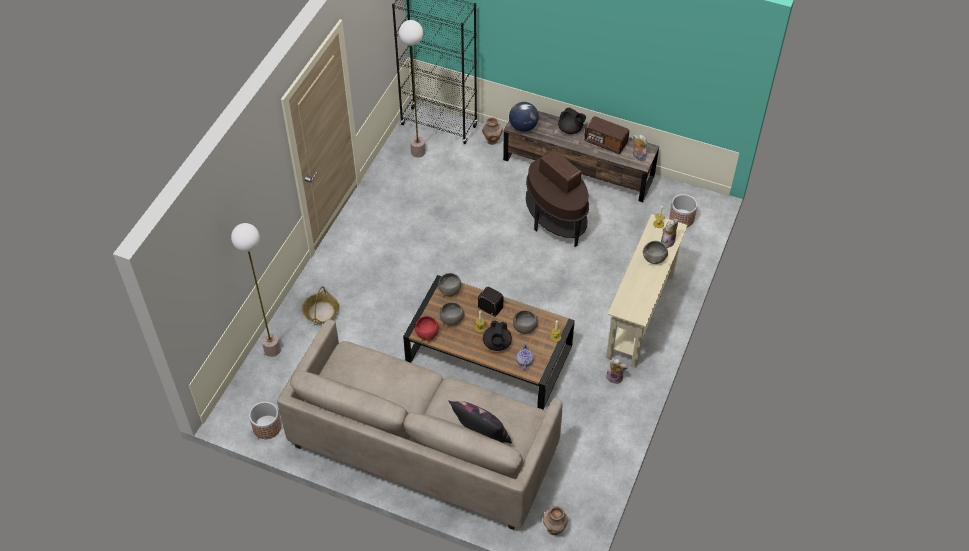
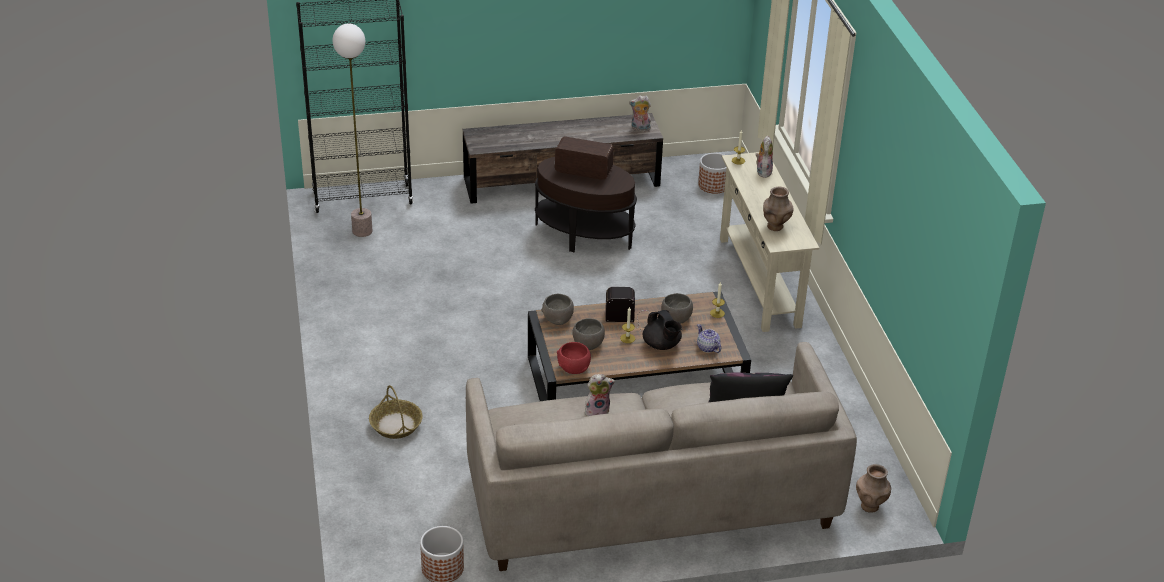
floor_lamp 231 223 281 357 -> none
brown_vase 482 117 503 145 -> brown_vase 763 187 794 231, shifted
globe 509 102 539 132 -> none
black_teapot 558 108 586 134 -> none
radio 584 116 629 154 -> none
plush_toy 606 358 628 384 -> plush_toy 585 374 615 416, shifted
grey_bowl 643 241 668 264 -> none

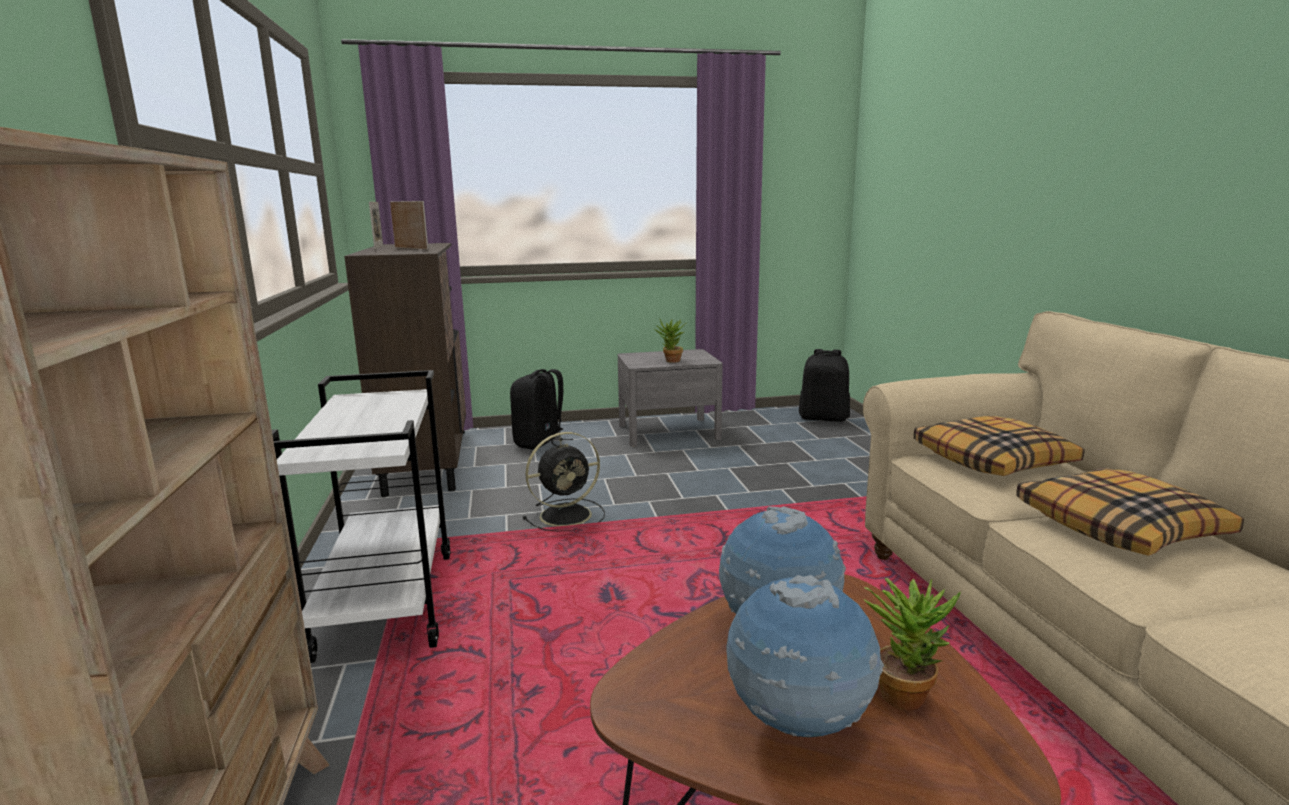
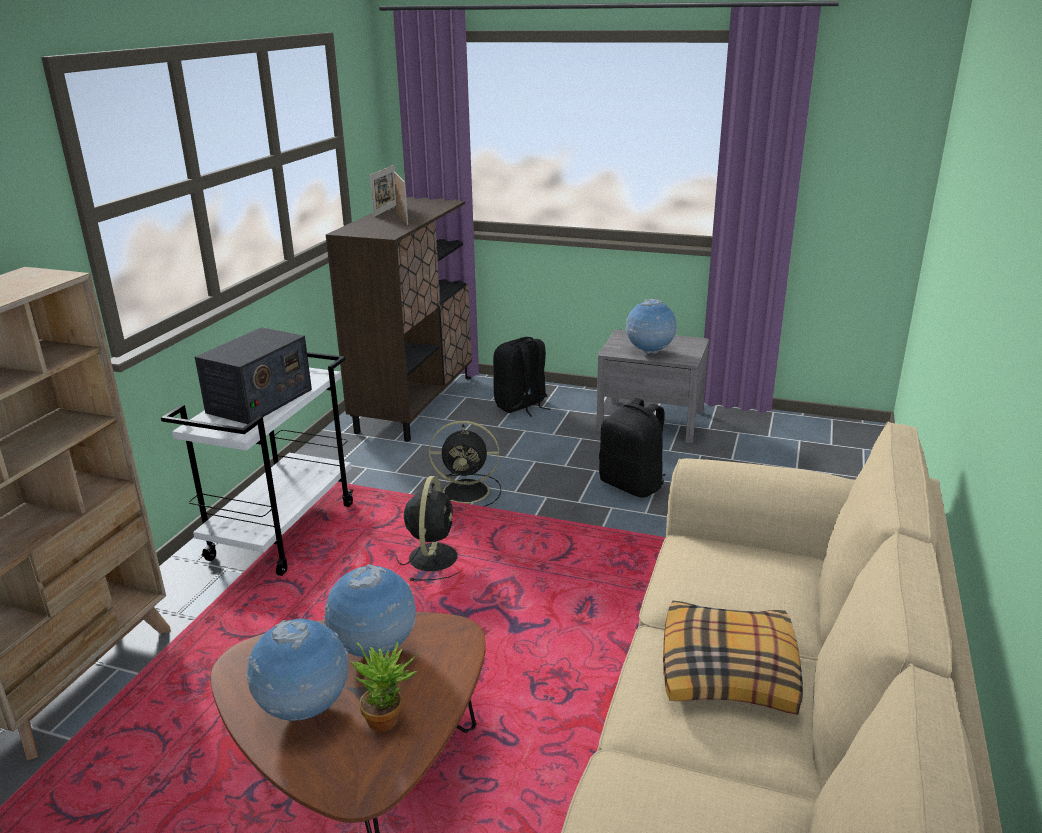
potted_plant 655 319 686 363 -> globe 625 299 678 354
black_backpack 799 349 850 422 -> black_backpack 599 398 666 498, shifted
pillow 914 416 1084 476 -> none
none -> radio 195 327 312 424
none -> black_fan 396 476 462 581

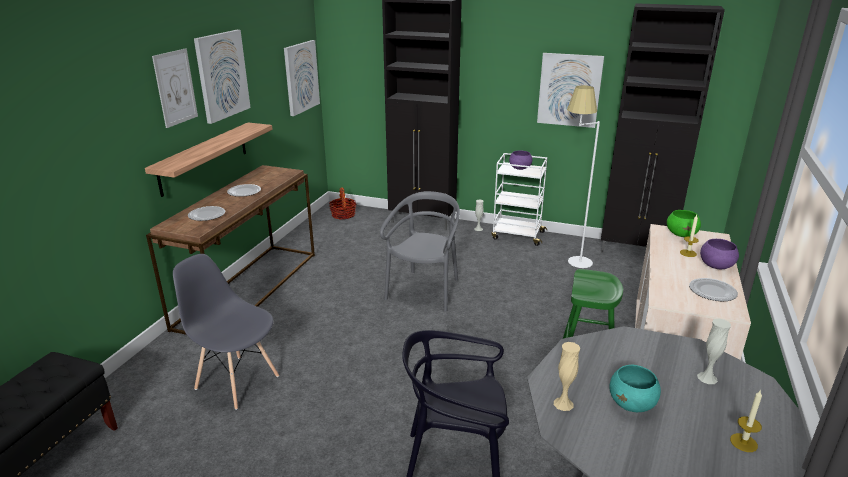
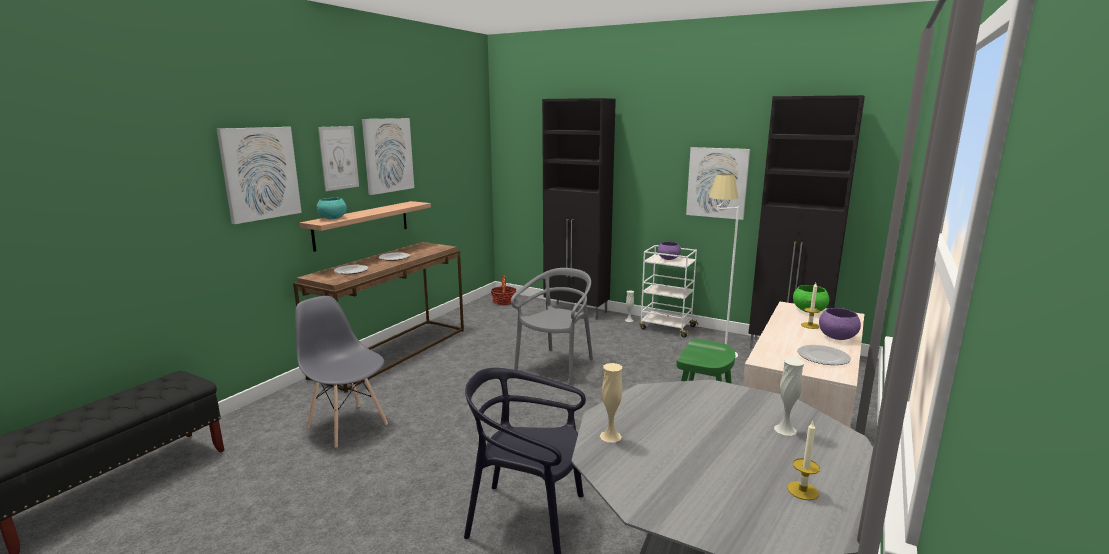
picture 284 40 320 116 -> picture 217 127 302 224, shifted
turquoise_bowl 609 365 661 412 -> turquoise_bowl 316 198 347 219, shifted

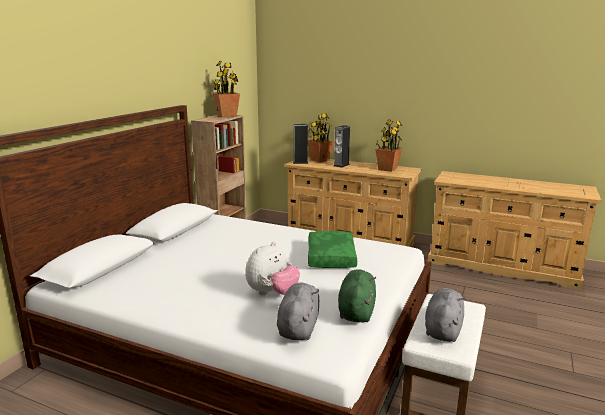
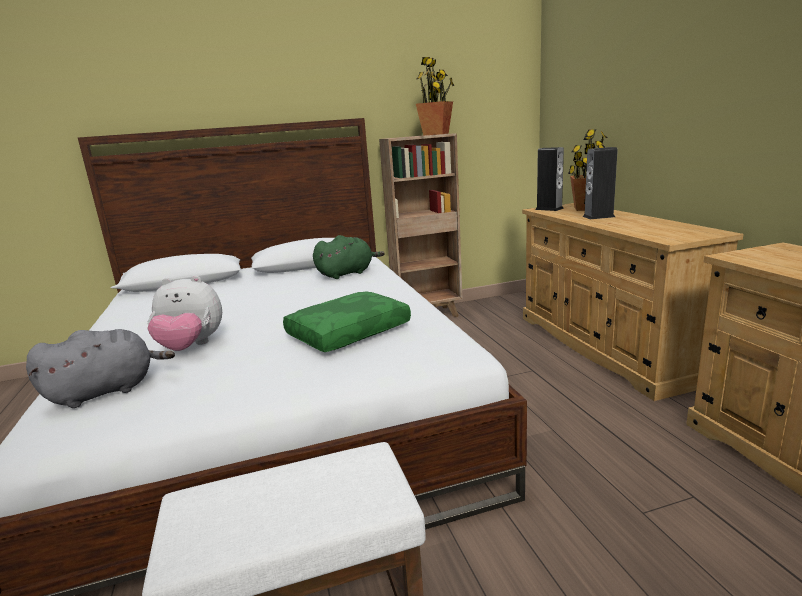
green_plush_toy 338 269 376 322 -> green_plush_toy 313 235 385 279, shifted
potted_plant 375 119 403 172 -> none
grey_plush_toy 425 288 466 342 -> none

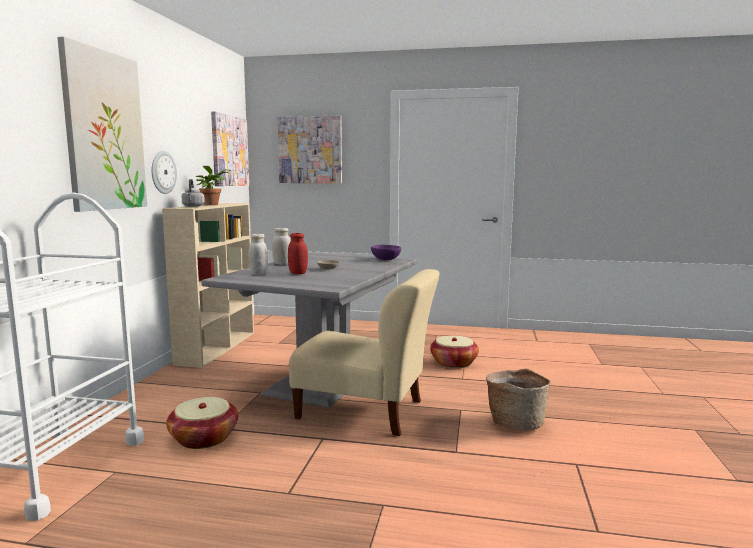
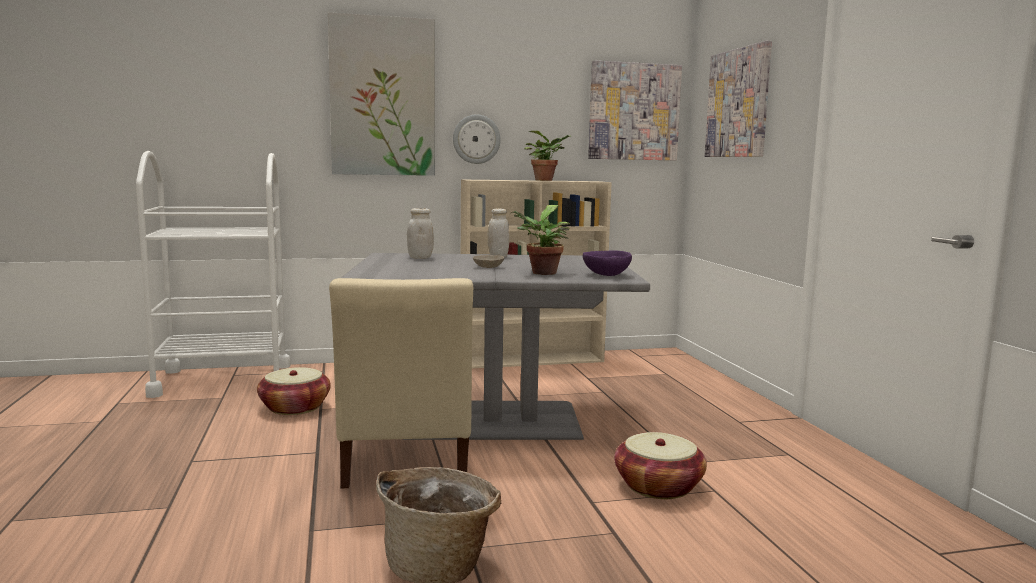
grey_kettle 181 179 205 207 -> none
red_jar 288 233 308 274 -> none
none -> potted_plant 511 205 570 275

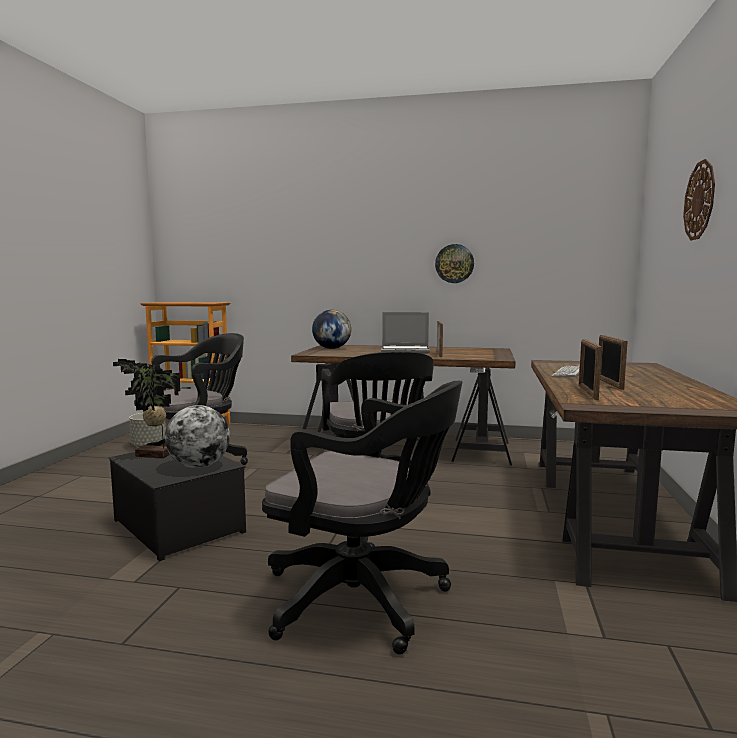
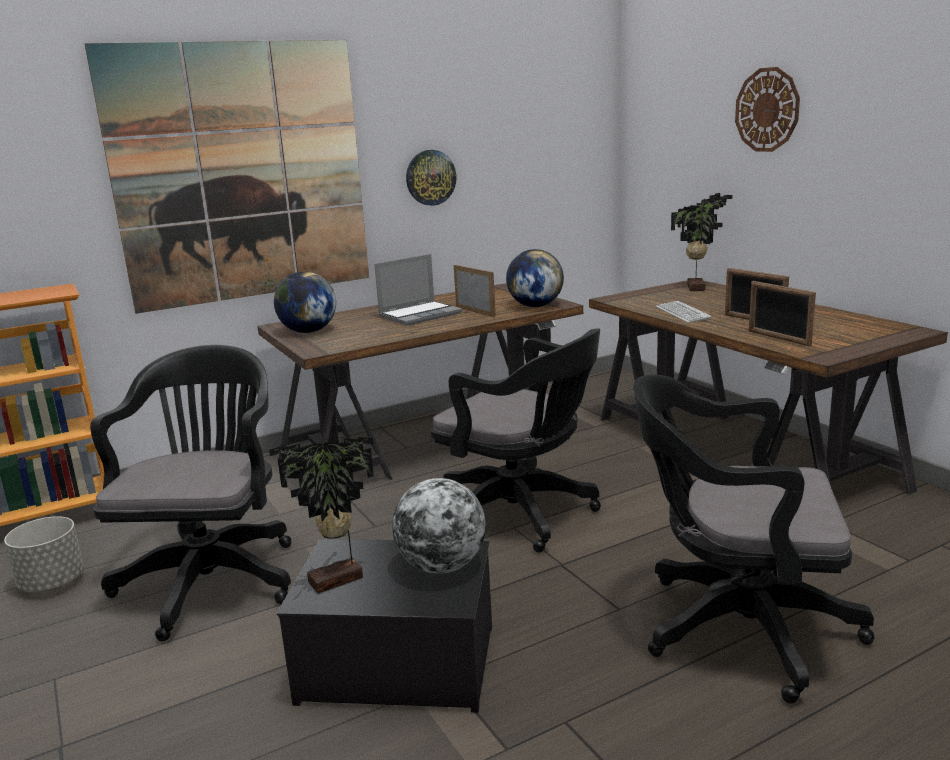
black_office_chair 262 381 462 655 -> black_office_chair 633 374 875 704, 150 degrees counterclockwise
none -> picture 85 40 369 314
none -> globe 506 249 564 307
none -> potted_plant 671 193 733 291

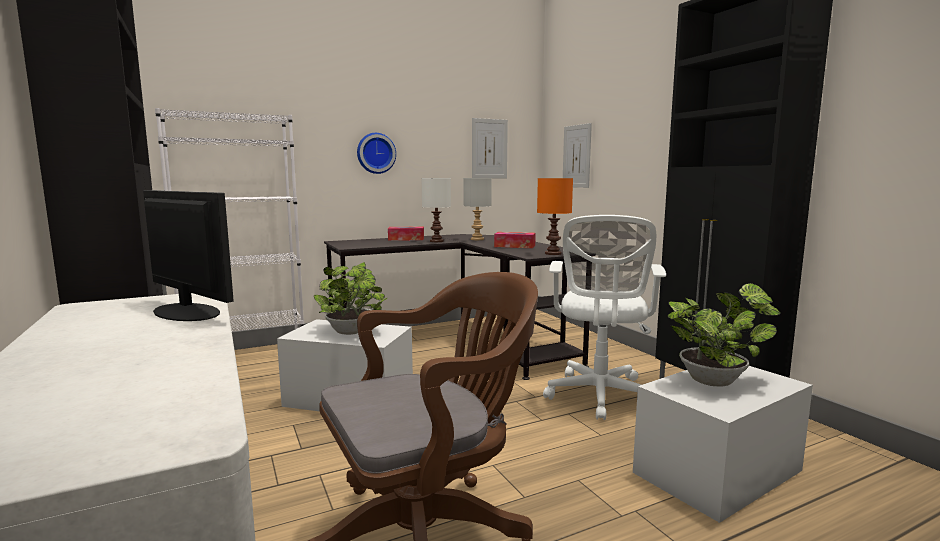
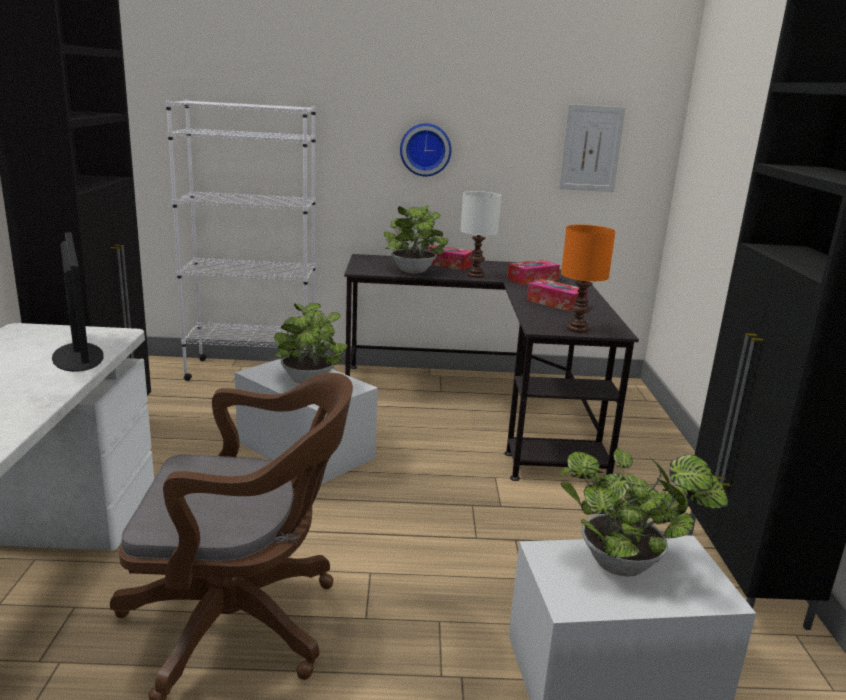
grey_table_lamp 463 178 492 240 -> tissue_box 507 260 560 285
white_office_chair 543 215 666 420 -> none
picture 563 123 592 188 -> none
none -> potted_plant 384 205 449 274

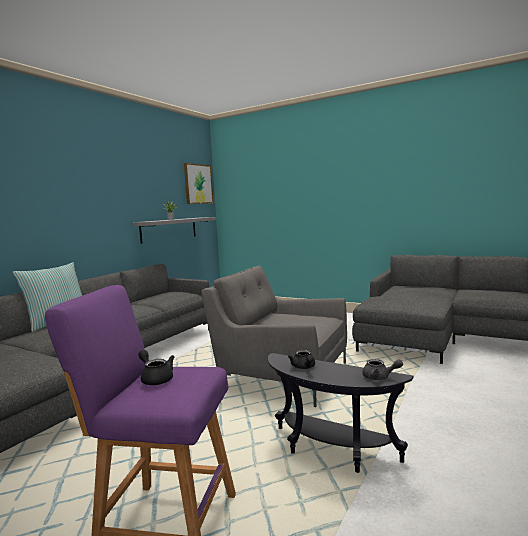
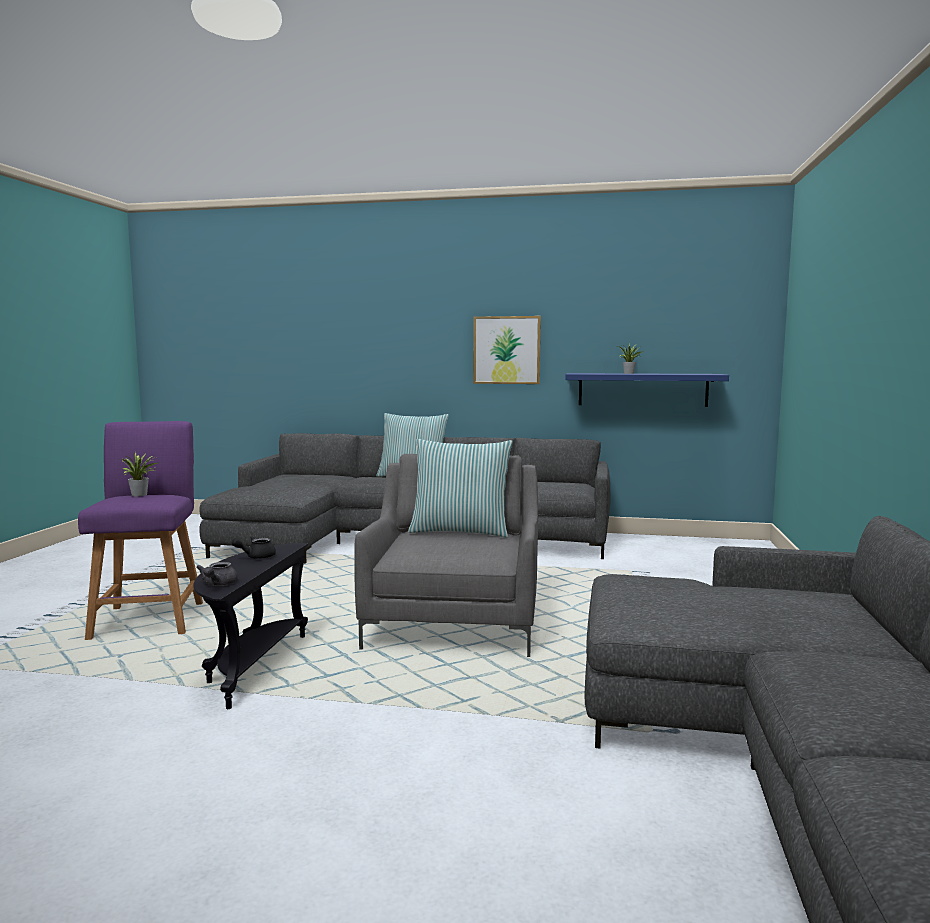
grey_shelf 133 217 216 243 -> blue_shelf 565 373 729 407
black_teapot 139 350 174 385 -> potted_plant 121 452 158 497
picture 184 163 213 204 -> picture 473 316 541 384, shifted
none -> pillow 408 439 513 538

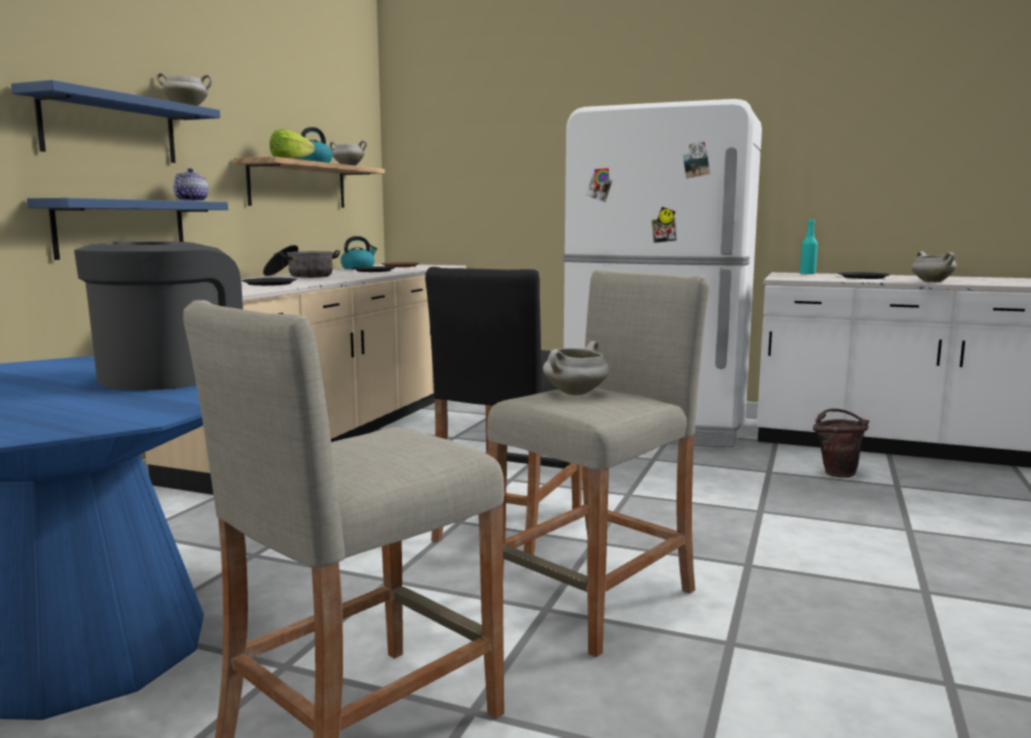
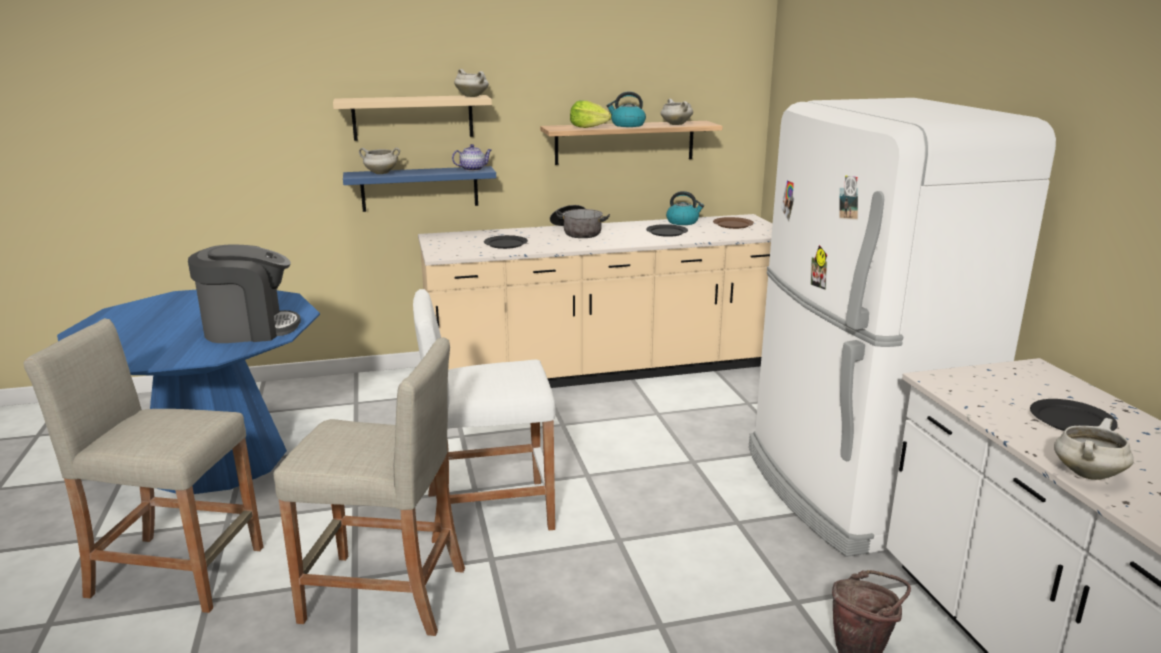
blue_shelf 11 80 220 163 -> beige_shelf 333 95 492 141
black_stool 425 267 582 555 -> white_stool 413 289 556 543
white_cooking_pot 543 341 609 395 -> white_cooking_pot 359 148 400 174, shifted
turquoise_bottle 800 219 818 274 -> none

